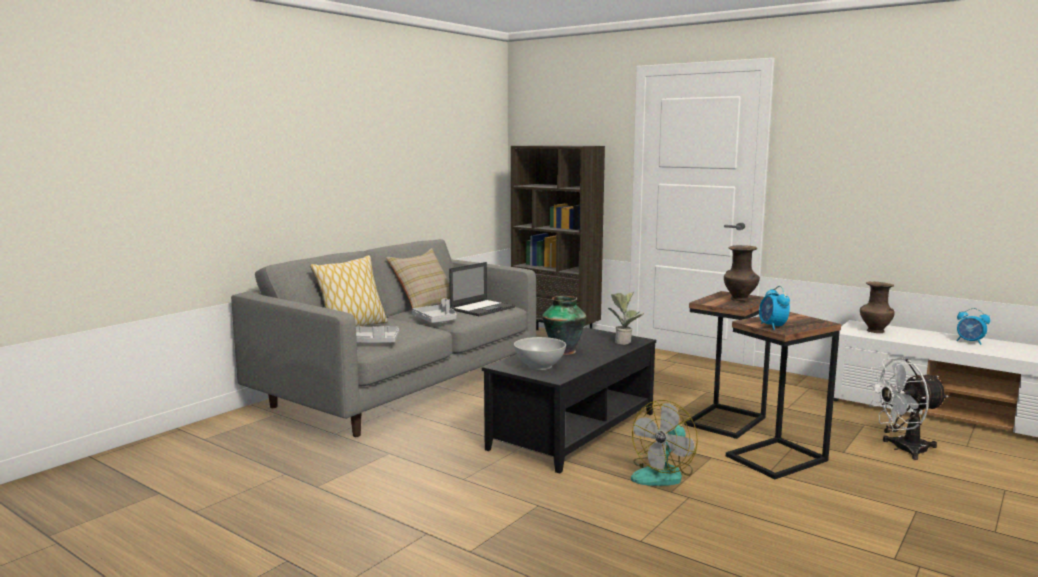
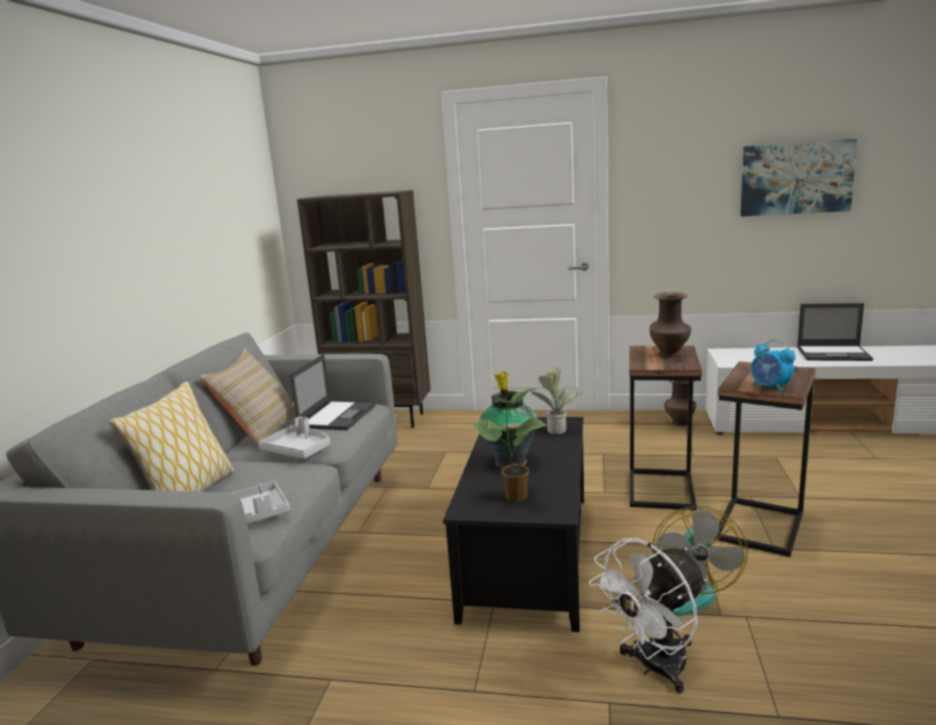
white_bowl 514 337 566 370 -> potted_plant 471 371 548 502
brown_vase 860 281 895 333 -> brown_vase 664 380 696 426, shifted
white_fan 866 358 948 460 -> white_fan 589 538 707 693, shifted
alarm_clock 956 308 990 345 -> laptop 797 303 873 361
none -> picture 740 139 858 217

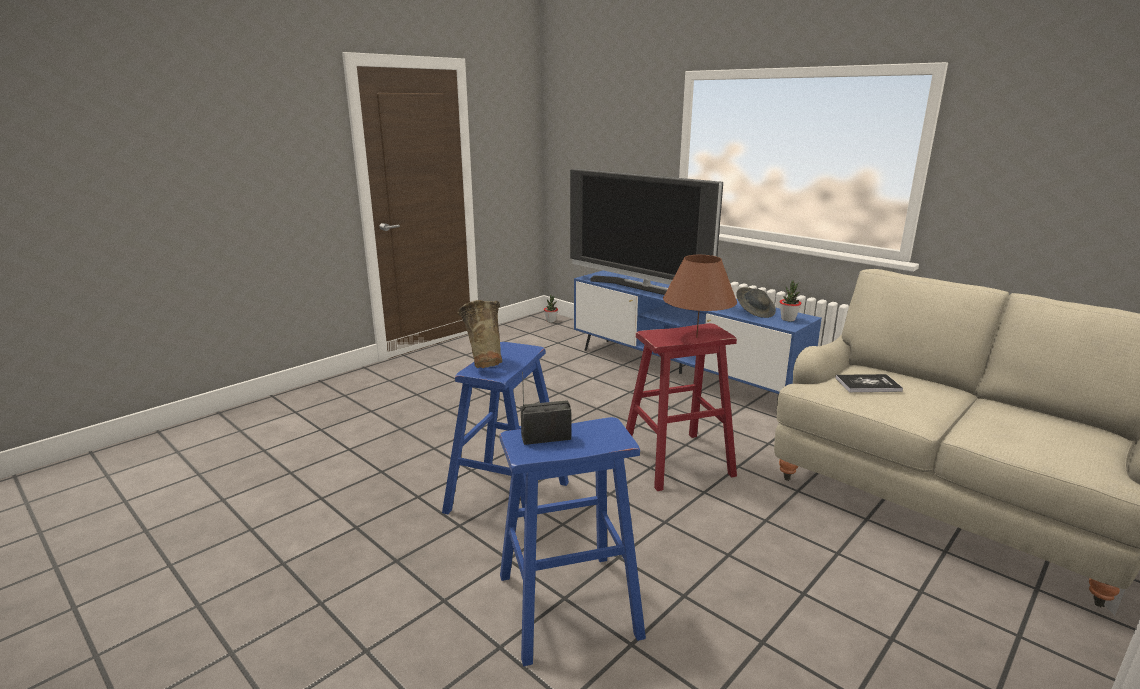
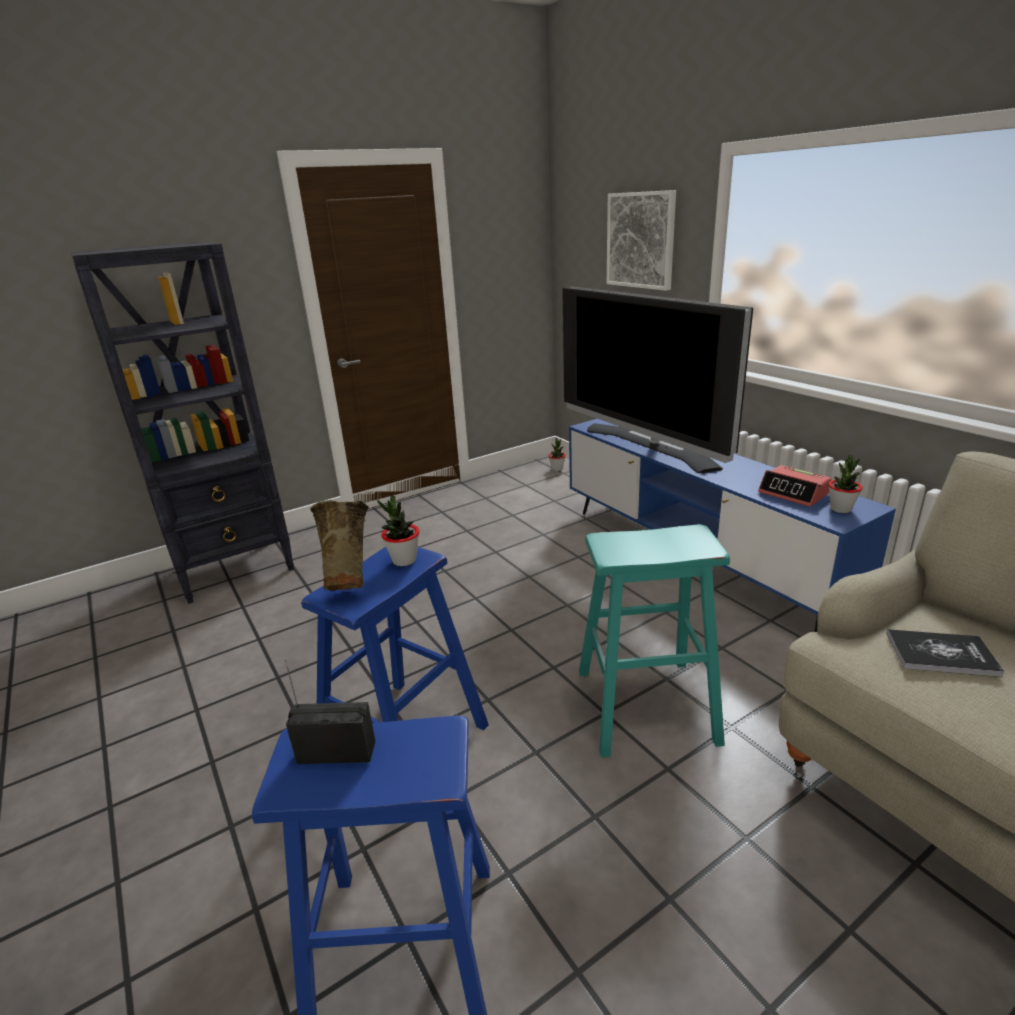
red_stool 626 323 737 491 -> turquoise_stool 579 524 730 758
brown_table_lamp 663 255 737 337 -> none
grey_hat 736 287 776 318 -> alarm_clock 758 465 831 507
none -> black_bookcase 70 242 294 604
none -> potted_plant 377 496 420 566
none -> picture 607 190 676 291

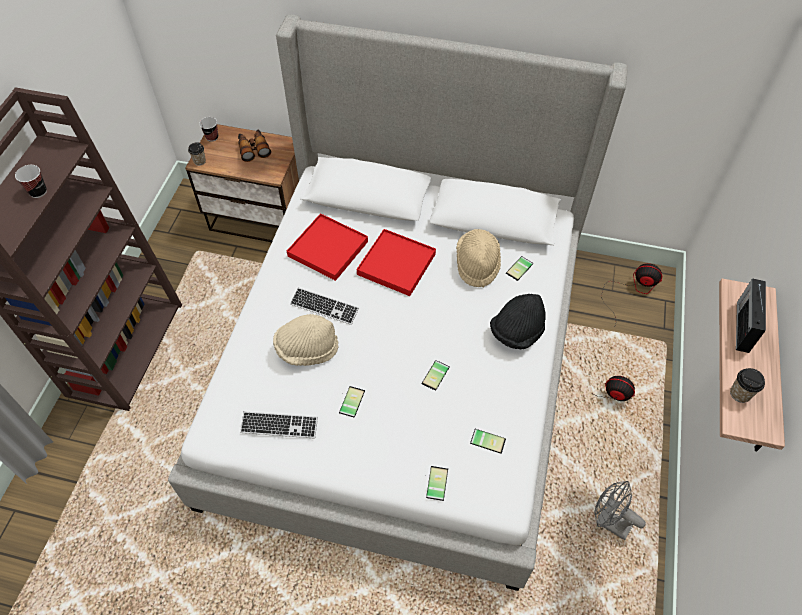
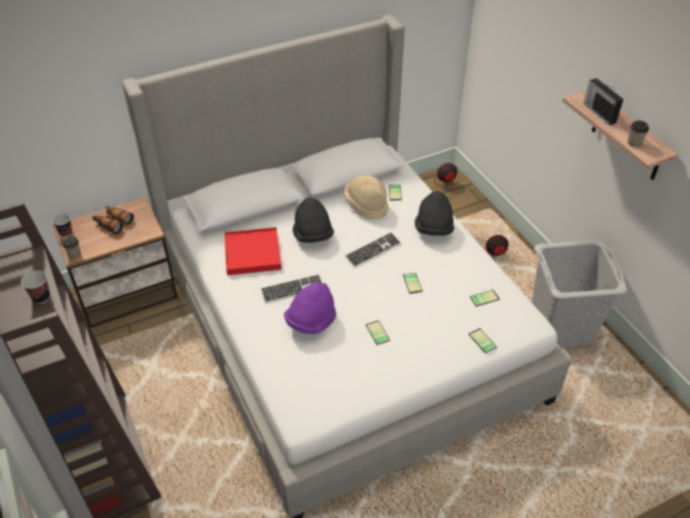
keyboard 240 411 318 439 -> keyboard 345 232 401 267, shifted
beige_hat 273 314 339 366 -> purple_hat 284 282 336 334
red_tray 357 229 436 296 -> black_hat 293 197 334 243
grey_fan 594 481 646 540 -> grey_laundry_basket 532 240 627 347

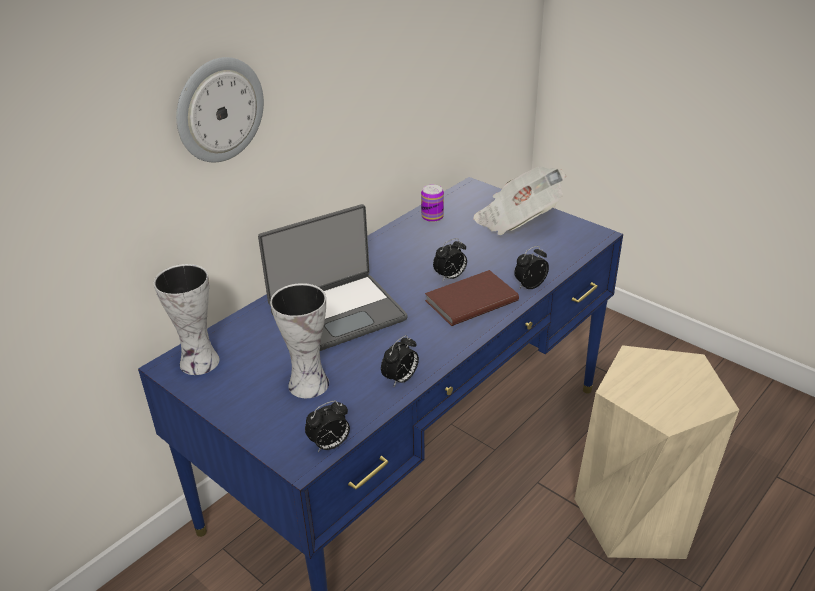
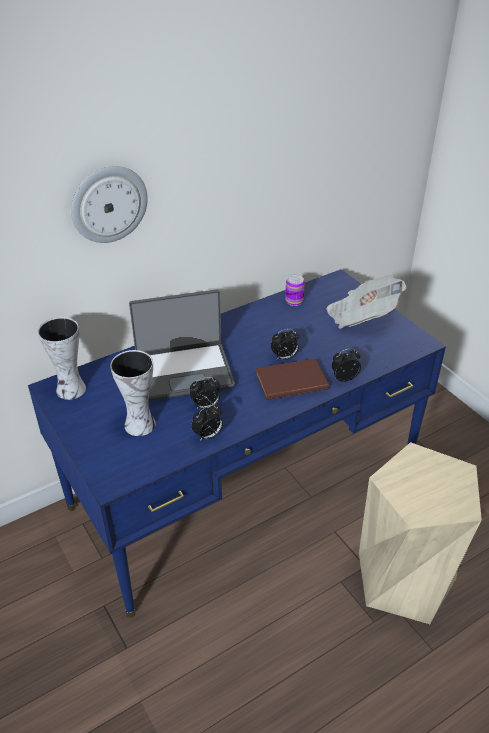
alarm_clock 305 401 350 452 -> alarm_clock 190 377 220 409, shifted

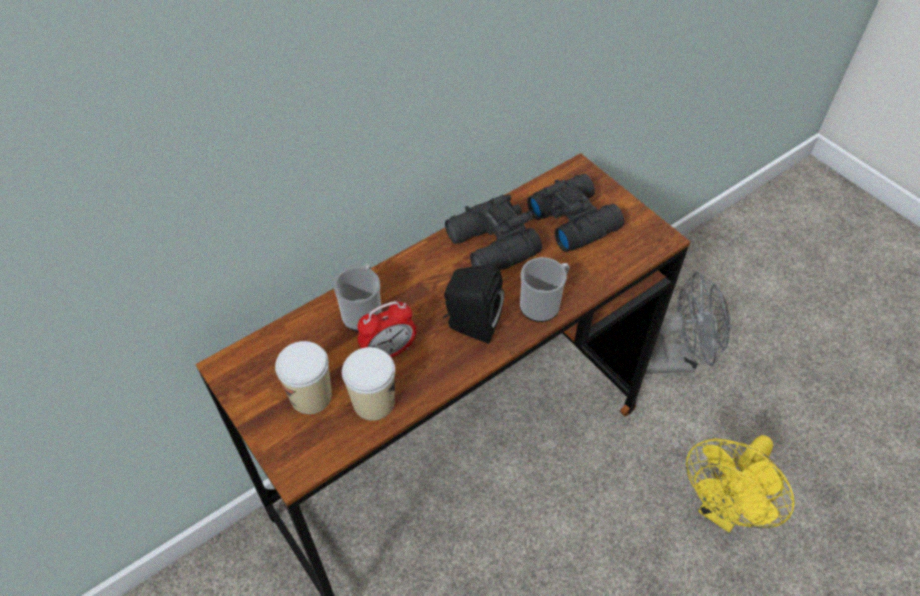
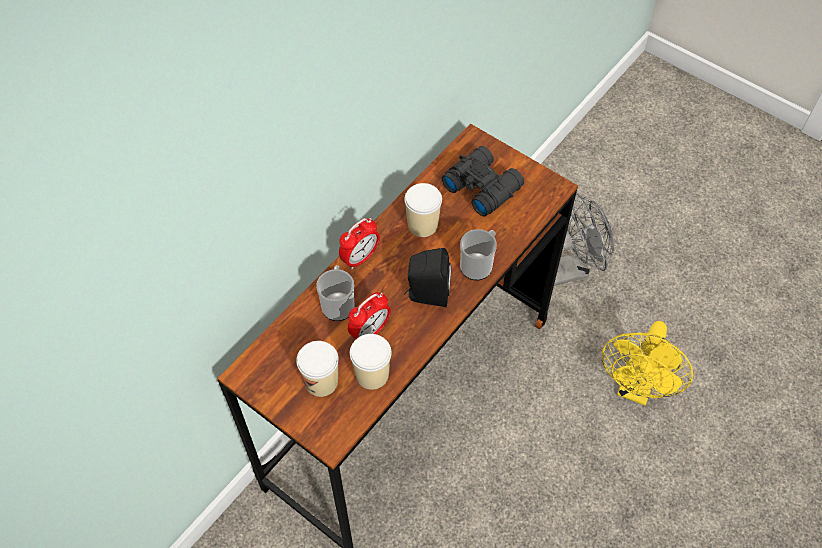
black_binoculars 445 194 542 270 -> cup 404 183 442 237
none -> alarm_clock 339 218 380 270

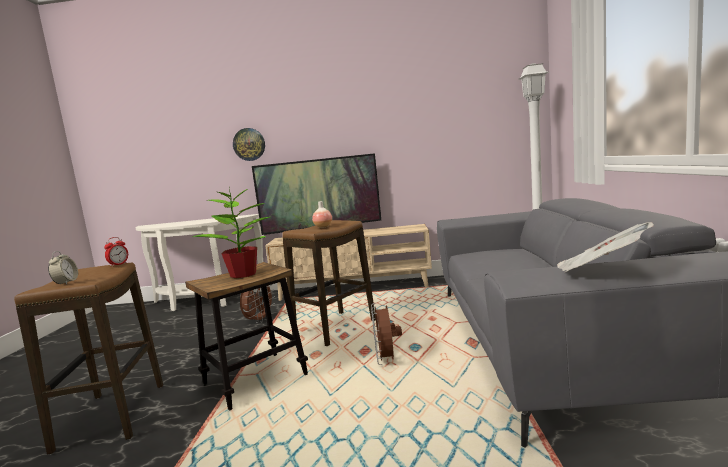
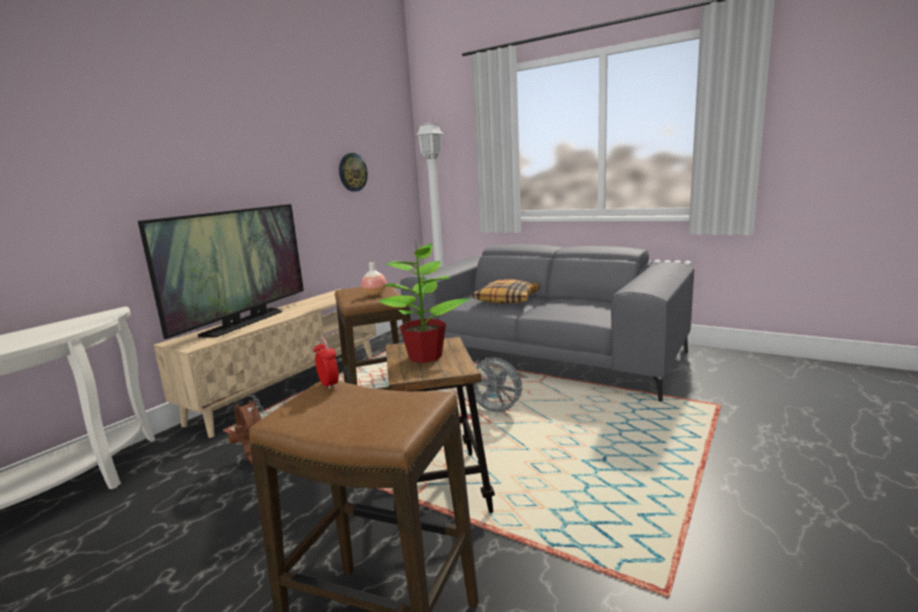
alarm_clock 48 251 78 285 -> none
wall_clock 233 128 265 161 -> wall_clock 339 153 368 192, shifted
brown_fan 371 303 402 365 -> grey_fan 464 358 522 416
newspaper 557 222 654 272 -> none
none -> pillow 473 279 540 304

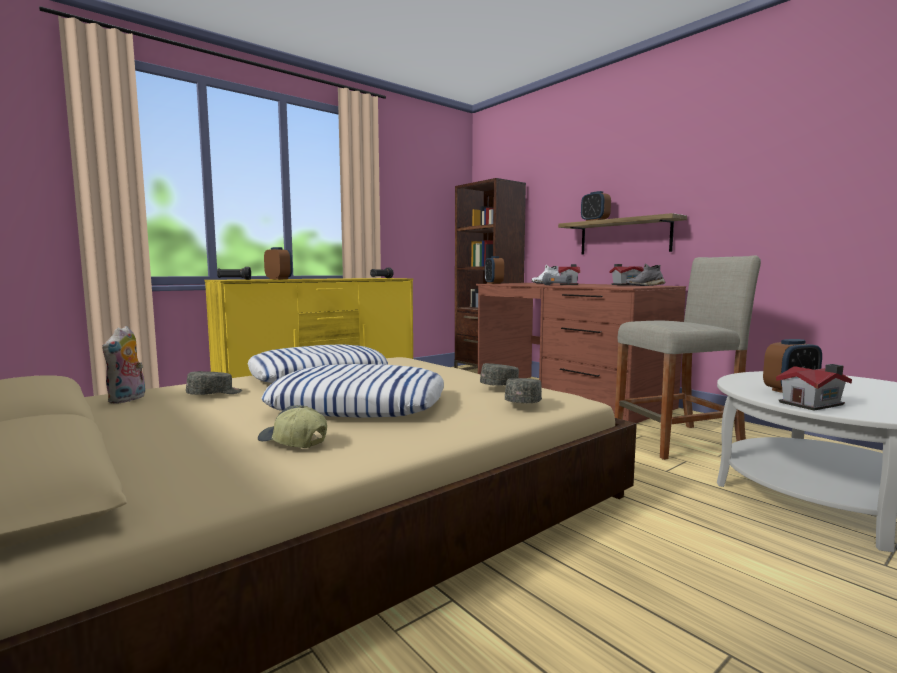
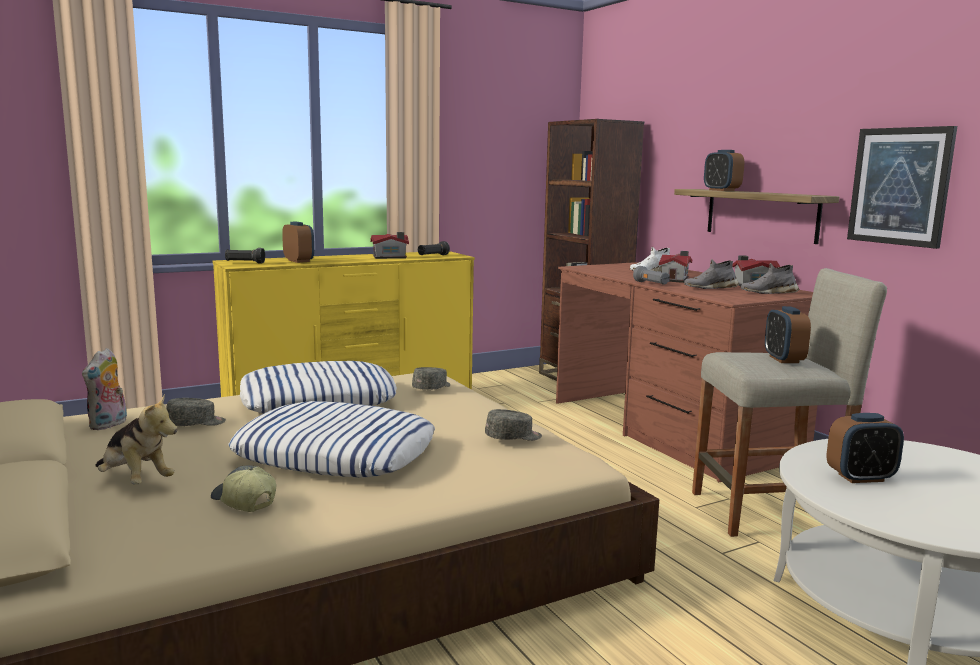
alarm_clock 485 256 504 284 -> alarm_clock 765 306 811 363, shifted
grey_cap 505 378 542 403 -> grey_cap 412 367 450 390, shifted
toy_house 776 364 852 411 -> toy_house 370 232 409 259, shifted
none -> plush_toy 95 394 177 484
none -> grey_shoe 684 259 739 289
none -> picture 847 126 957 249

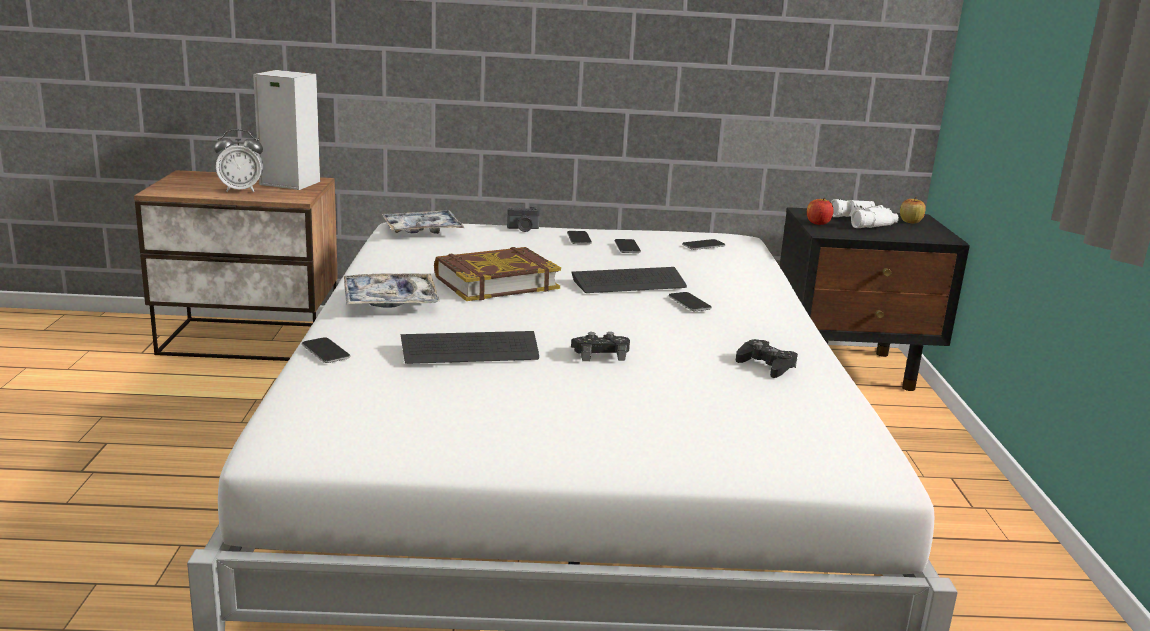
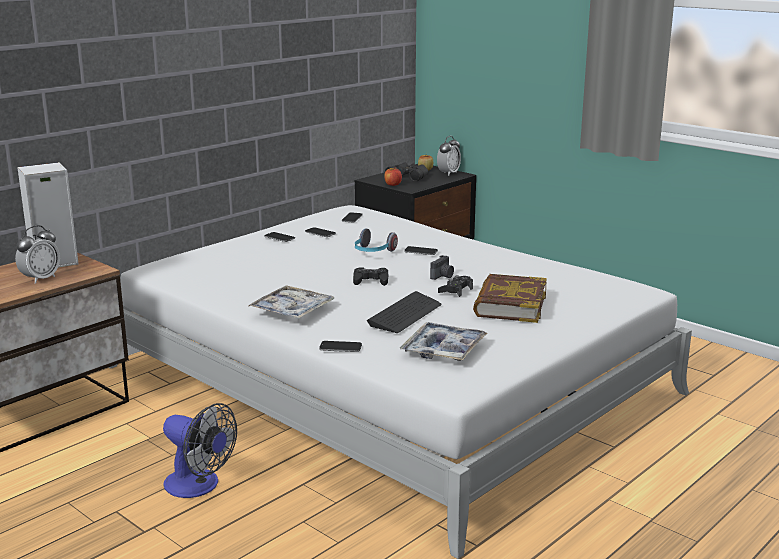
tray 382 210 464 234 -> tray 400 322 488 361, shifted
book 434 247 561 301 -> book 473 274 546 323, shifted
photo_camera 507 207 540 232 -> photo_camera 430 255 454 280, shifted
keyboard 572 267 687 293 -> headphones 355 228 398 252
black_game_controller 736 339 798 378 -> black_game_controller 353 267 388 286, shifted
white_binoculars 831 199 899 228 -> black_binoculars 385 163 428 182
none -> fan 163 403 237 498
none -> alarm_clock 437 136 461 176

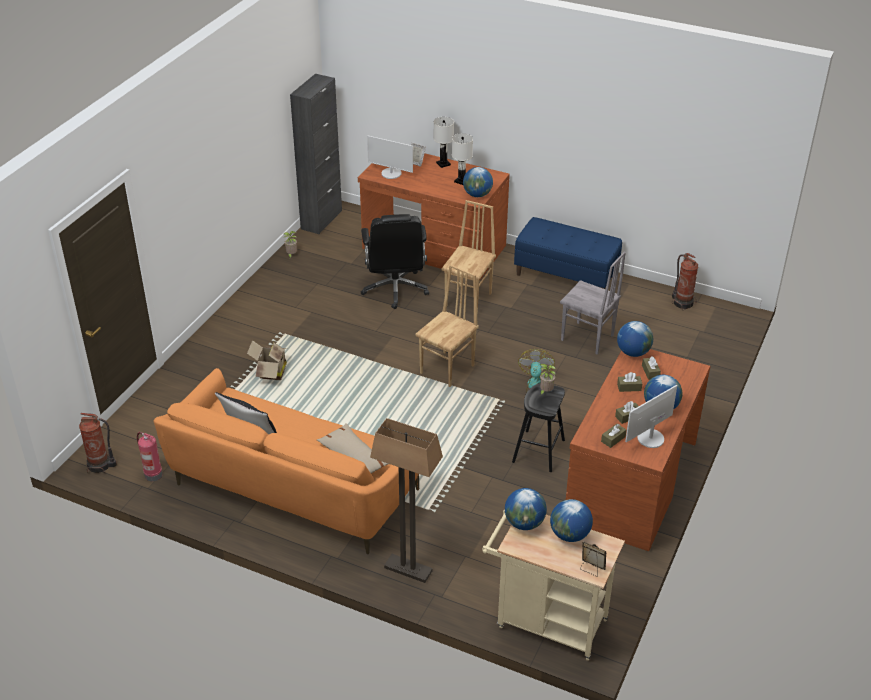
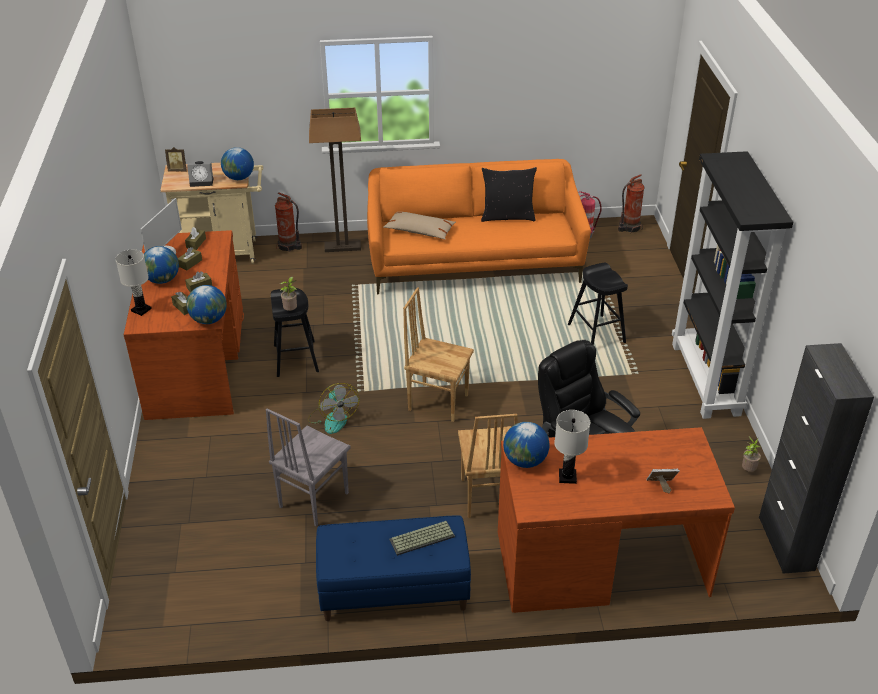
cardboard_box 247 340 288 380 -> black_stool 568 263 628 345
monitor 367 135 413 179 -> none
brown_chair 416 265 479 387 -> brown_chair 403 287 474 422, 105 degrees clockwise
white_table_lamp 433 117 454 168 -> white_table_lamp 115 250 152 316, shifted
globe 550 499 593 542 -> alarm_clock 187 161 213 187
grey_chair 560 252 626 355 -> grey_chair 266 409 351 526, 60 degrees counterclockwise
fire_extinguisher 672 253 698 310 -> fire_extinguisher 275 193 302 252, shifted
none -> keyboard 389 521 455 556
none -> black_bookcase 672 151 793 419

